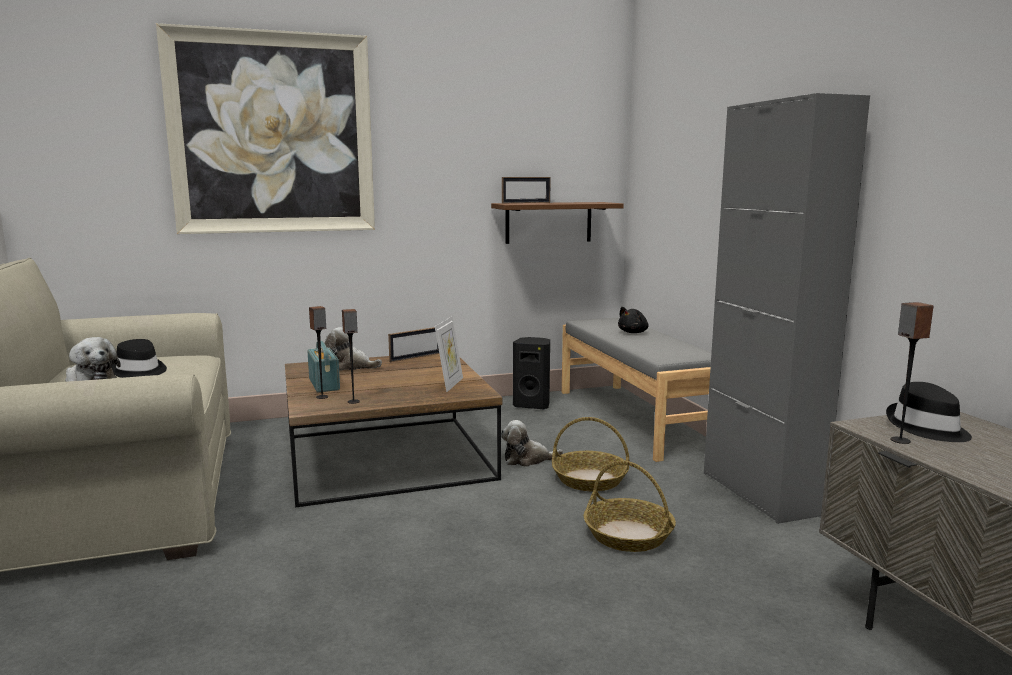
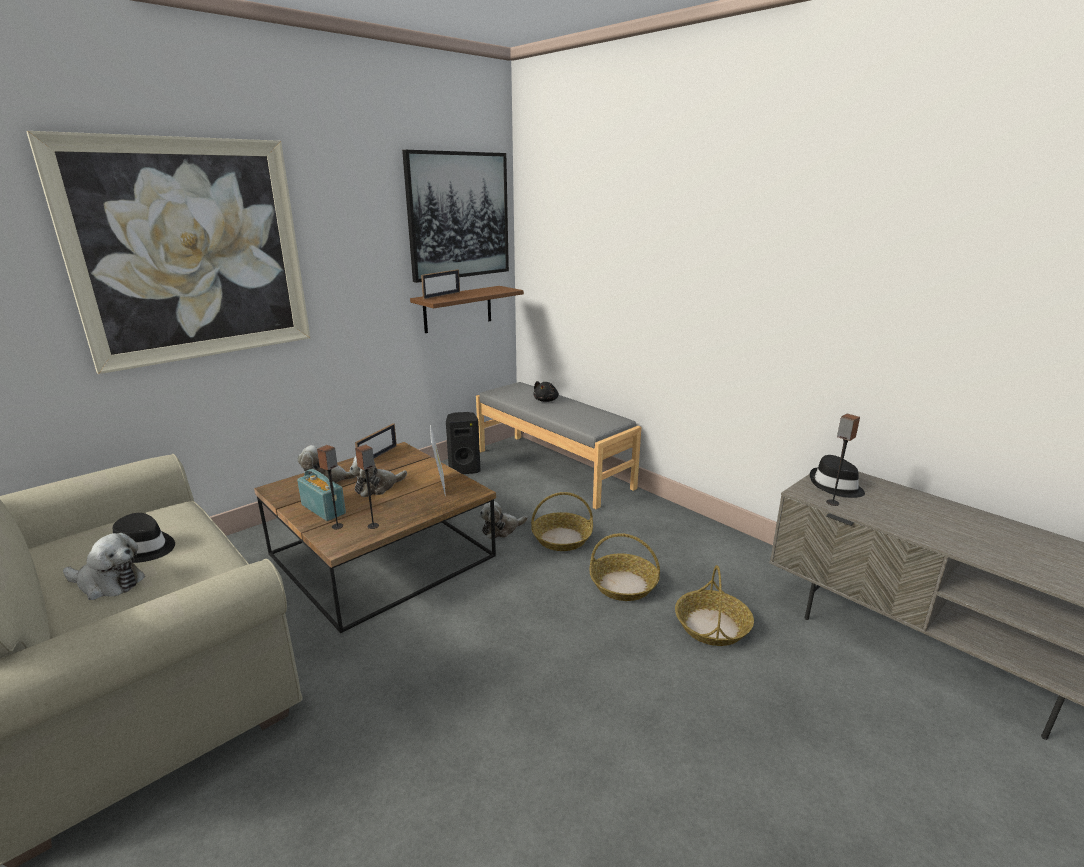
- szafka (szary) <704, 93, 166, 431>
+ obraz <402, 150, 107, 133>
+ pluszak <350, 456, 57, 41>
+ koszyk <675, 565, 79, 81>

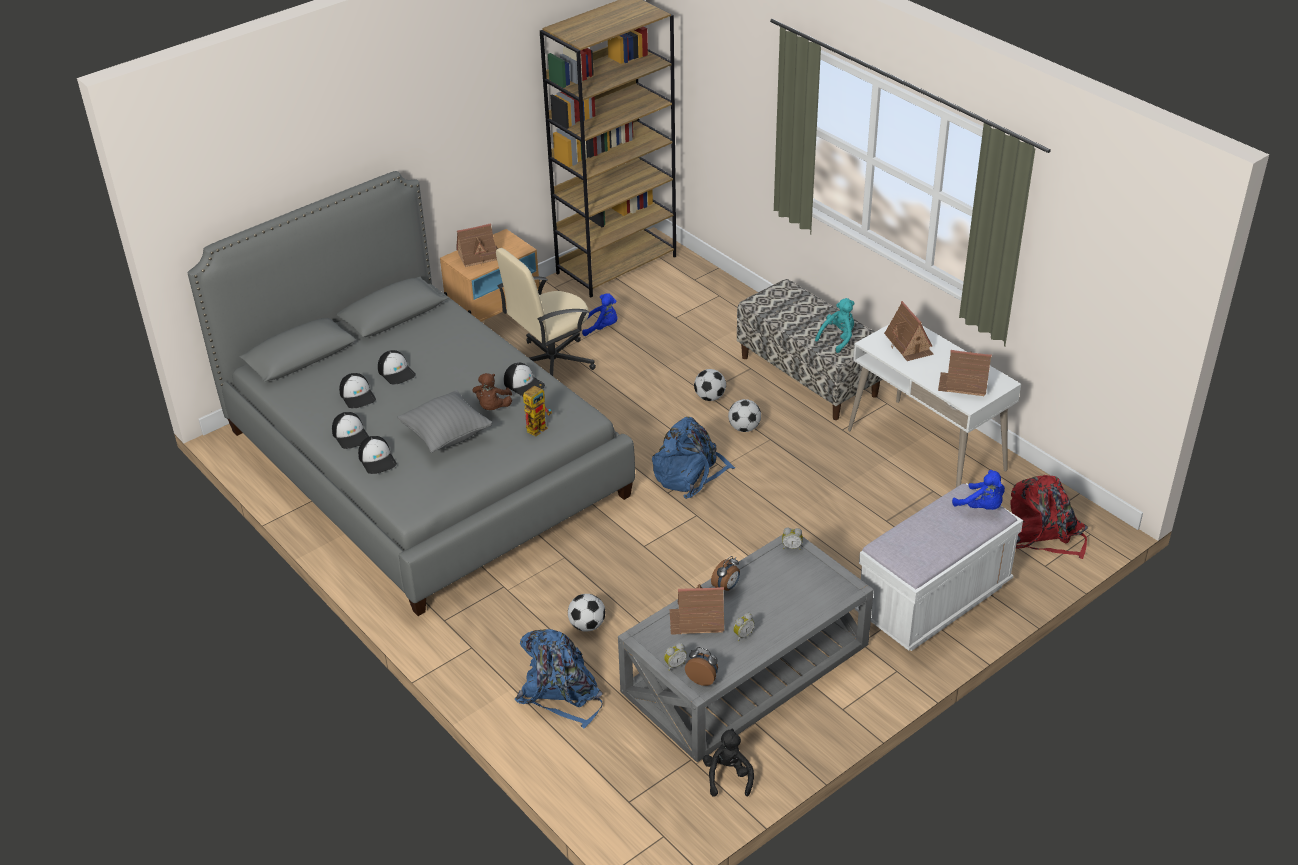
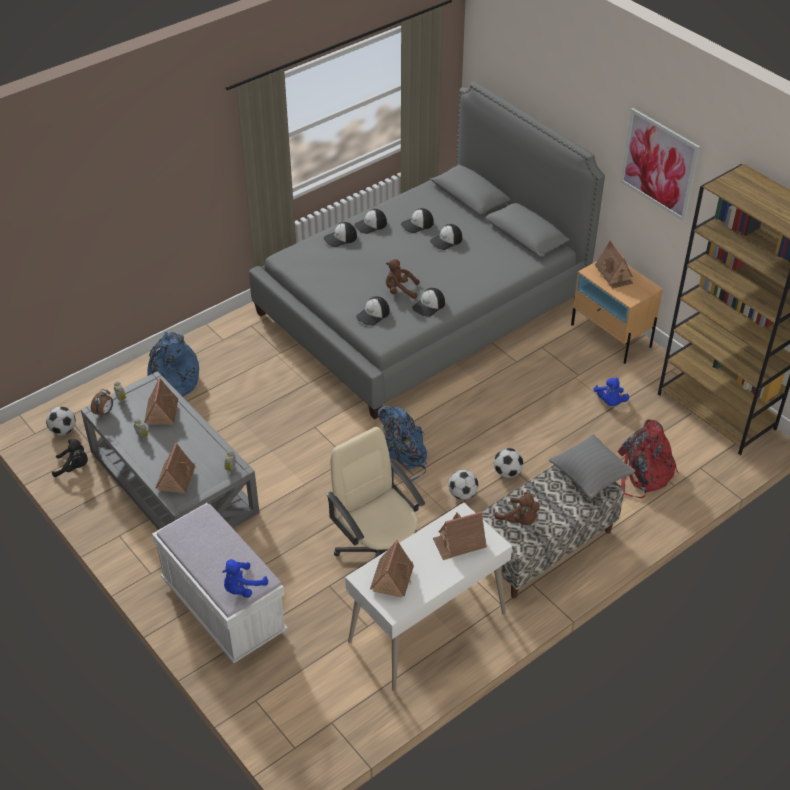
~ krzesło biurowe (beżowy) <496, 248, 100, 128> to <326, 427, 99, 132>
~ pluszak (turkusowy) <815, 298, 40, 55> to pluszak (brązowy) <495, 492, 45, 33>
~ robot zabawkowy <523, 384, 29, 53> to czapka z daszkiem <356, 296, 34, 30>
~ poduszka (szary) <397, 390, 96, 63> to <549, 434, 87, 65>
~ plecak (czerwony) <1010, 475, 78, 84> to <618, 419, 61, 79>
- budzik <711, 556, 29, 35>
~ piłka futbolowa <568, 594, 37, 37> to <46, 407, 30, 28>
+ obraz <620, 108, 80, 114>
+ domek <155, 443, 40, 50>

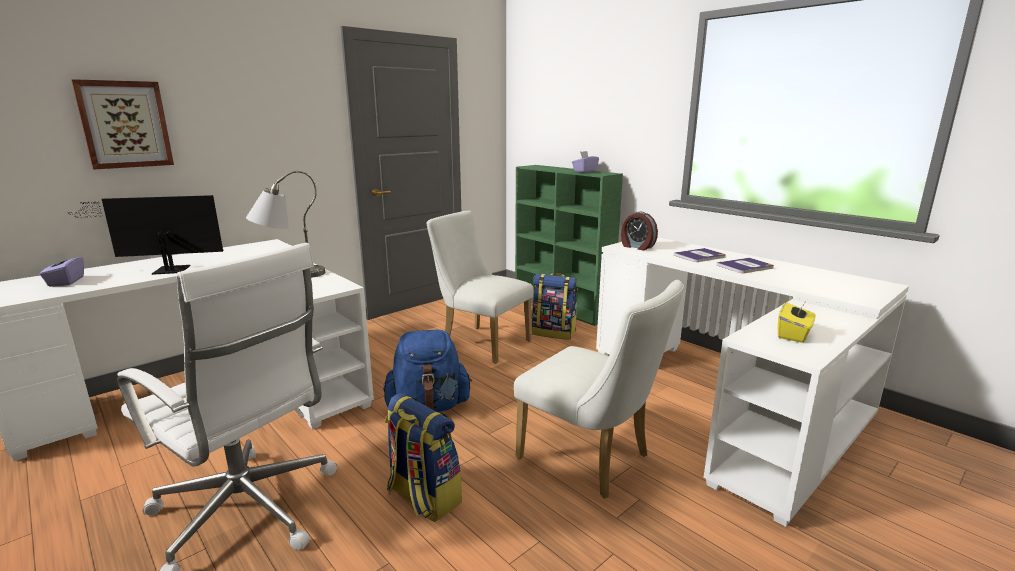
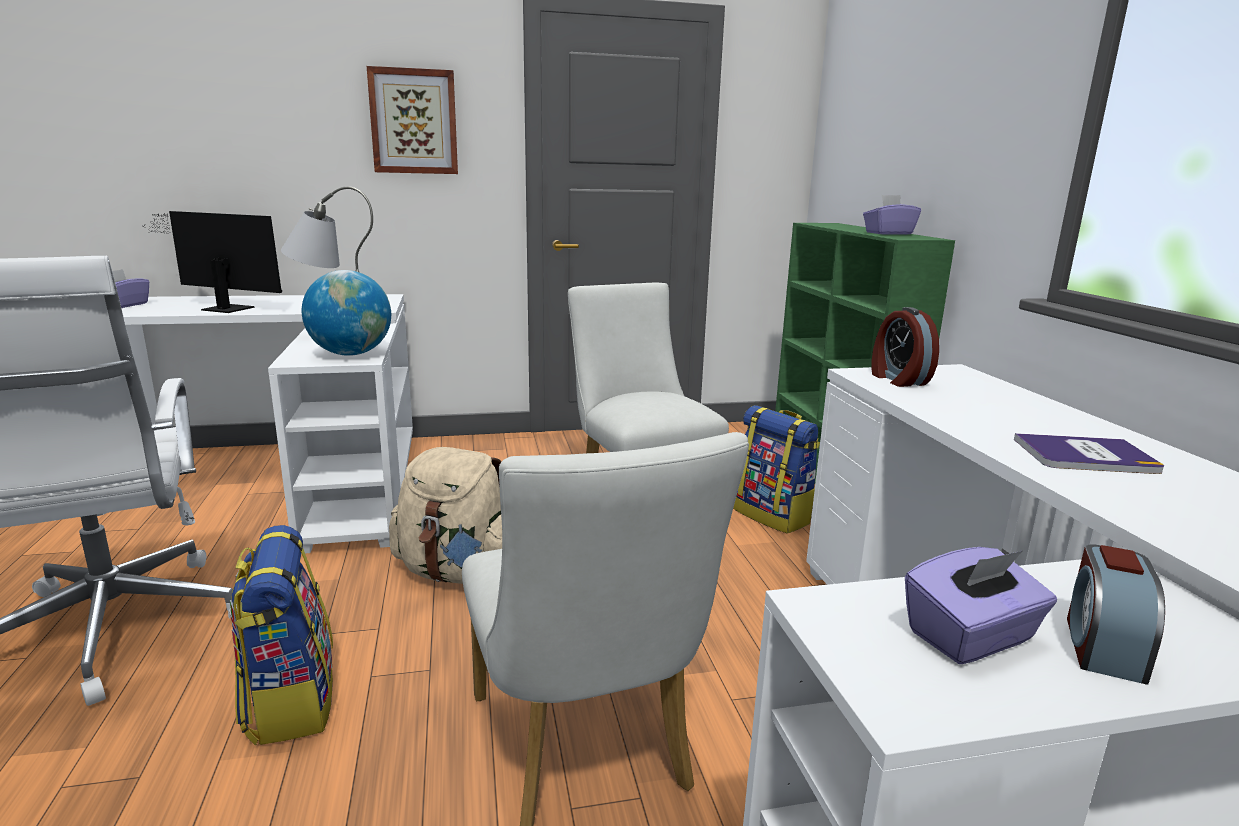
~ obraz <71, 79, 103, 91> to <367, 66, 91, 108>
- książka <674, 248, 52, 14>
~ pudełko chusteczek (żółty) <778, 300, 38, 43> to pudełko chusteczek (fioletowy) <905, 547, 152, 117>
~ plecak (niebieski) <383, 330, 89, 82> to plecak (beżowy) <389, 447, 113, 137>
+ globus <302, 270, 89, 86>
+ budzik <1067, 544, 98, 141>

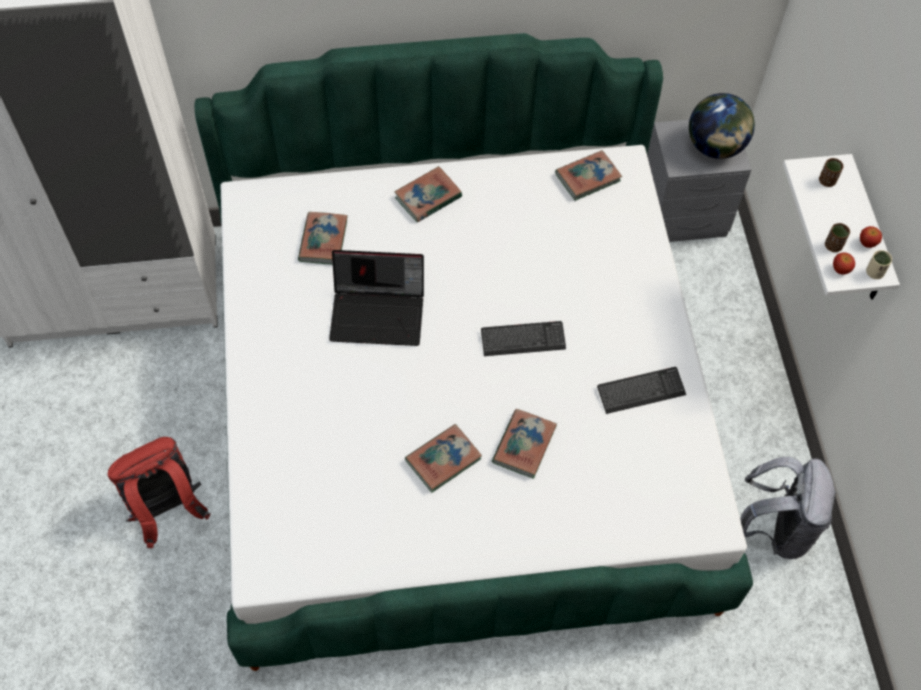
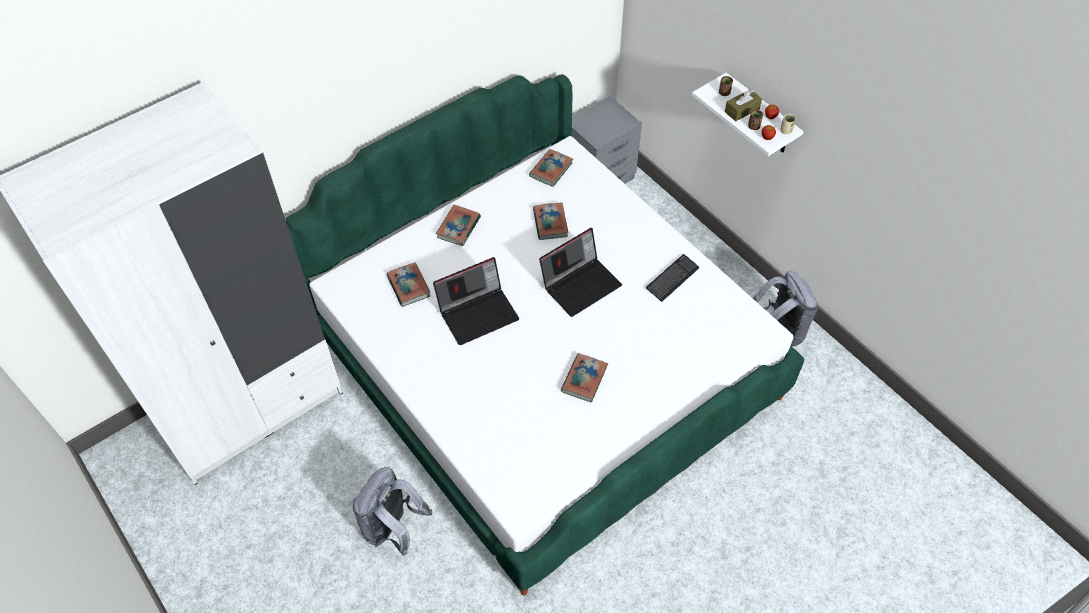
- globus <689, 93, 66, 66>
~ klawiatura <481, 321, 85, 35> to laptop <539, 228, 83, 89>
~ książka <492, 409, 65, 70> to <533, 203, 35, 37>
~ plecak (czerwony) <108, 437, 103, 111> to plecak (szary) <353, 467, 79, 89>
+ pudełko chusteczek (brązowy) <725, 89, 37, 32>

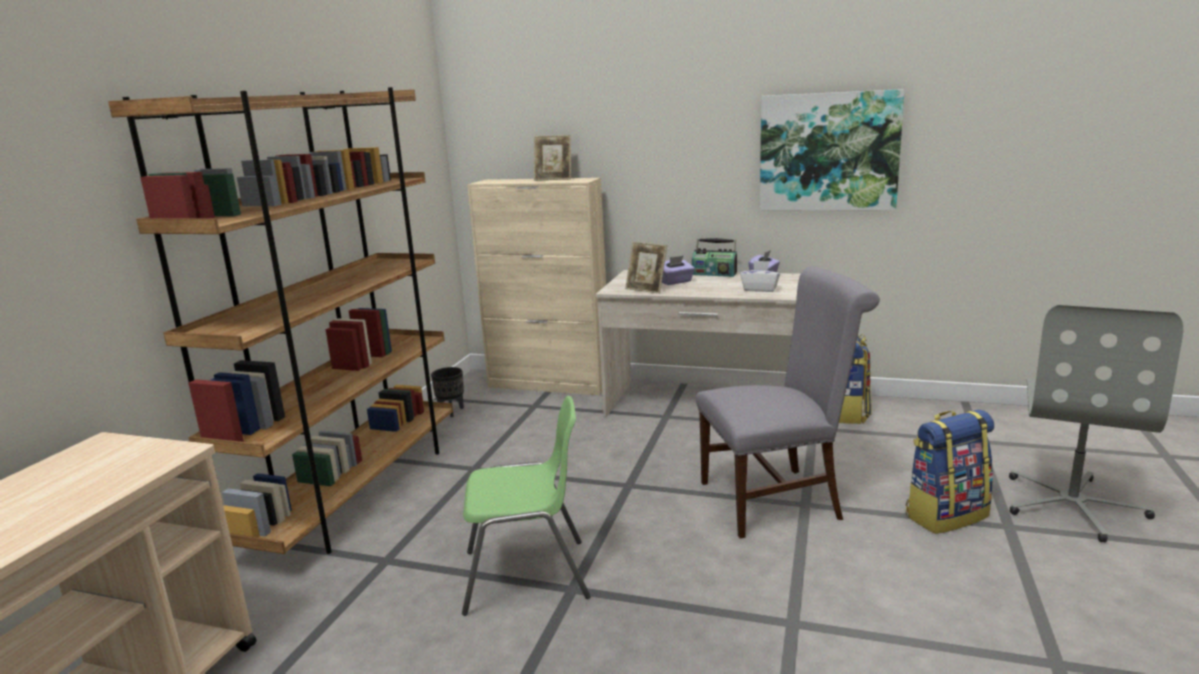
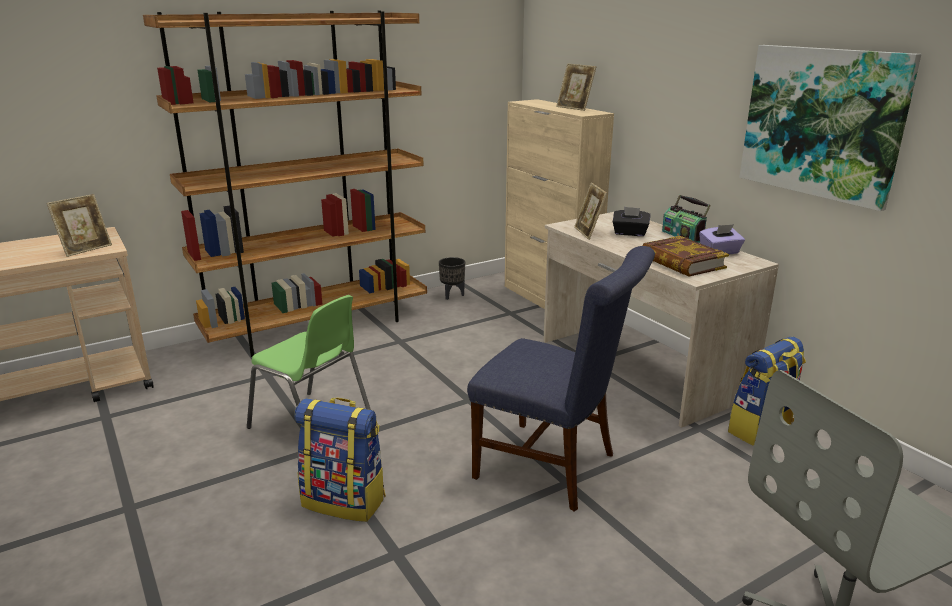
~ pudełko chusteczek (fioletowy) <662, 256, 33, 29> to pudełko chusteczek (czarny) <613, 207, 37, 29>
~ pudełko chusteczek (biały) <740, 261, 40, 31> to książka <643, 236, 86, 40>
~ krzesło (szary) <696, 266, 184, 272> to krzesło (niebieski) <467, 246, 188, 266>
~ plecak <906, 410, 88, 124> to <294, 398, 92, 124>
+ ramka na zdjęcie <47, 194, 65, 63>

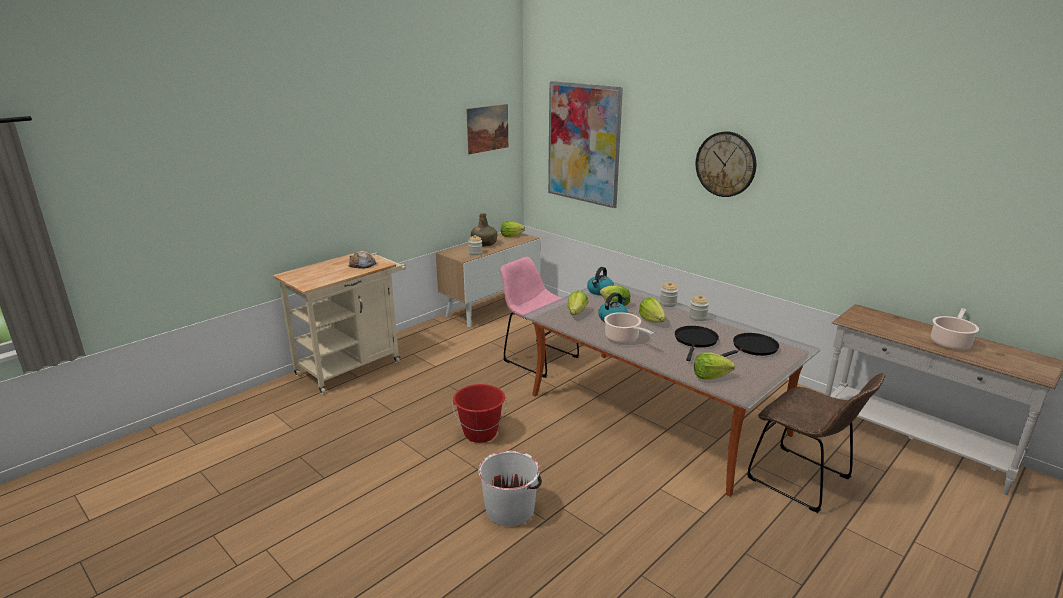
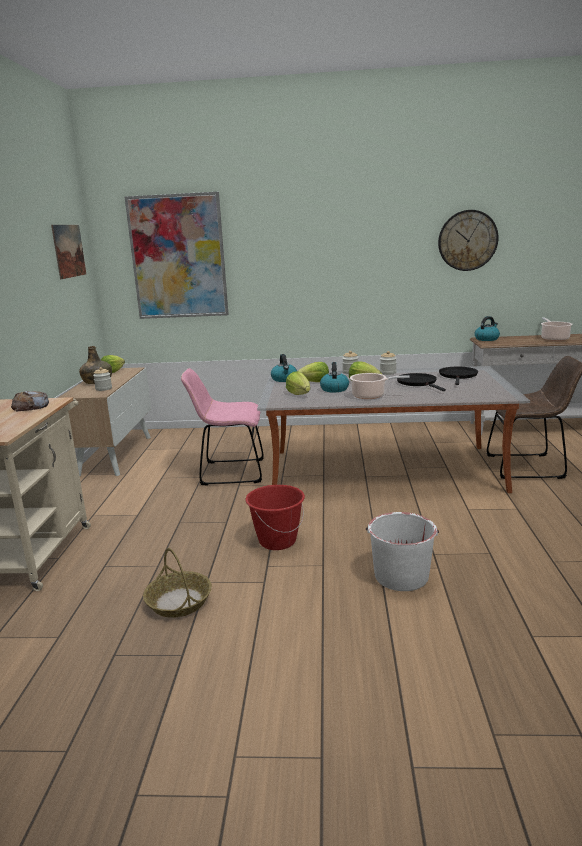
~ zegar ścienny <696, 131, 60, 66> to <438, 210, 61, 61>
- sałata <694, 352, 41, 27>
+ czajnik <475, 316, 25, 25>
+ koszyk <143, 548, 69, 70>

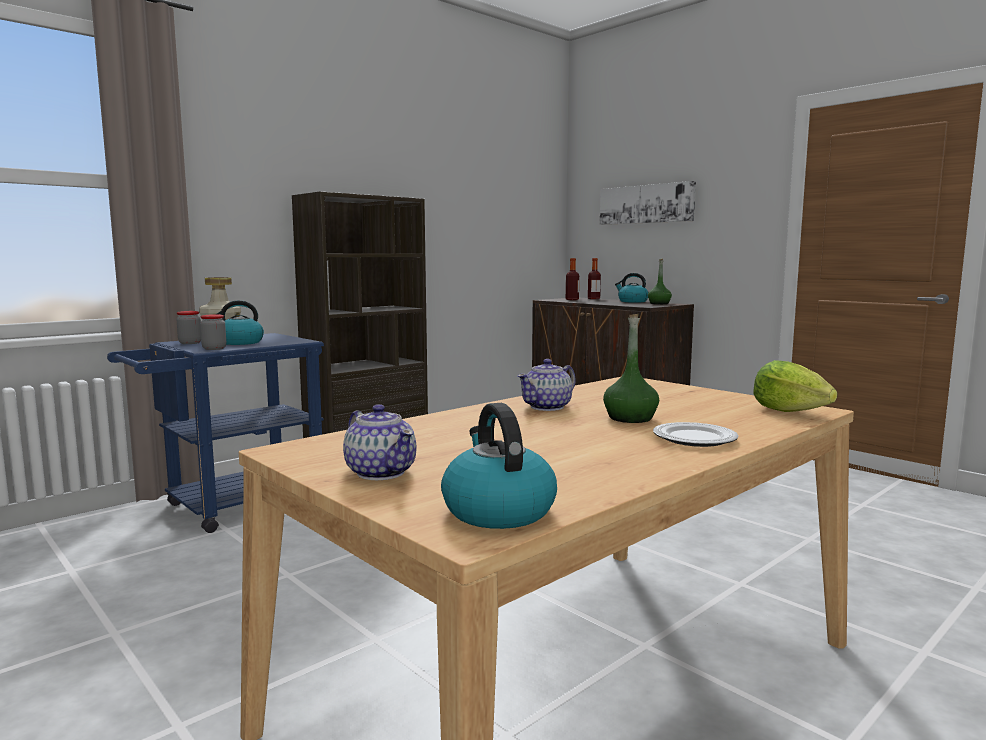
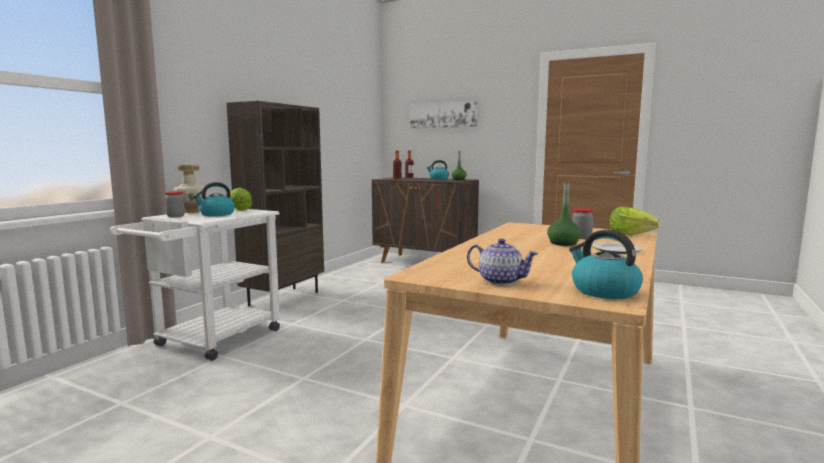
~ słoik <200, 314, 26, 36> to <572, 208, 22, 31>
~ wózek (niebieski) <107, 333, 217, 200> to wózek (biały) <110, 208, 170, 153>
- imbryk <517, 359, 59, 52>
+ sałata <230, 188, 22, 23>

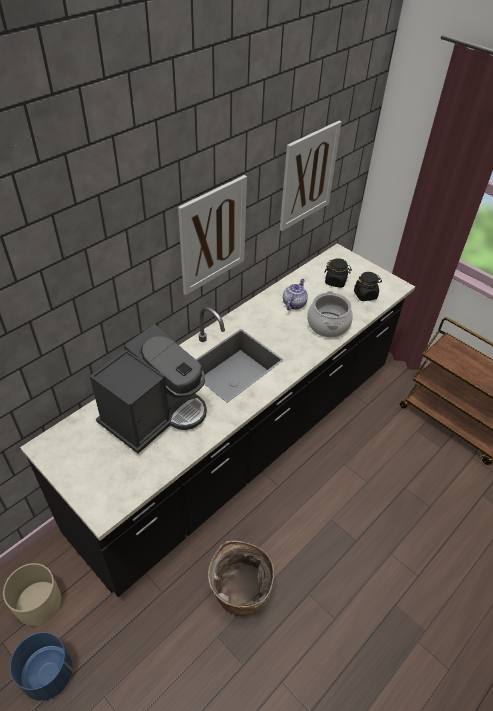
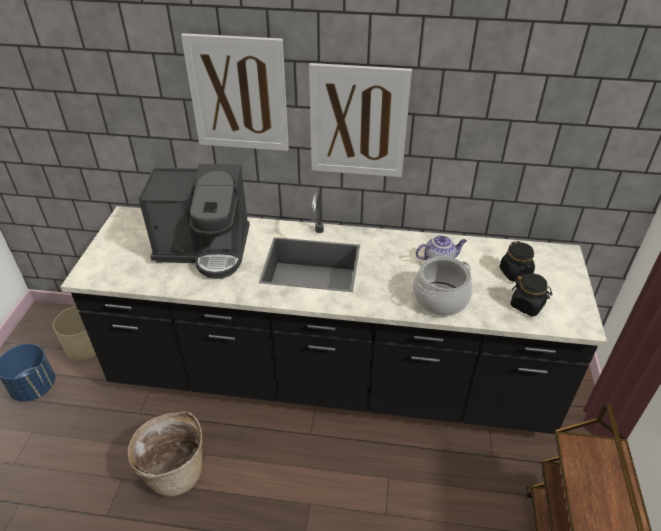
~ obraz <280, 121, 61, 110> to <181, 33, 108, 118>

